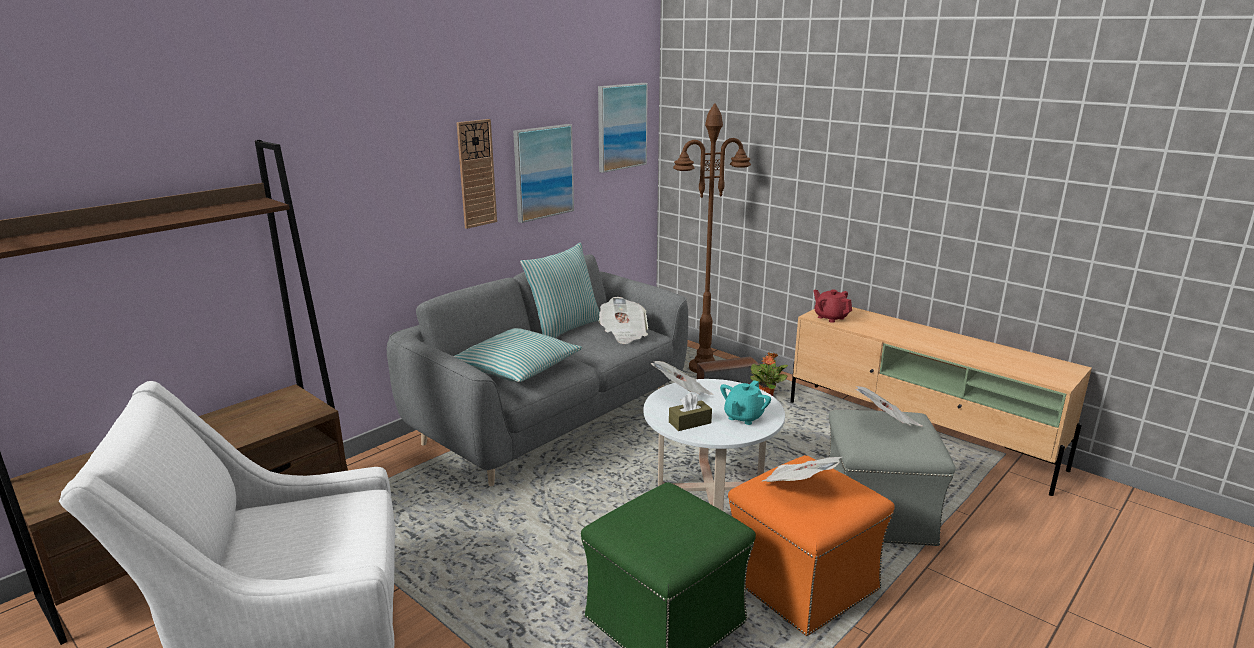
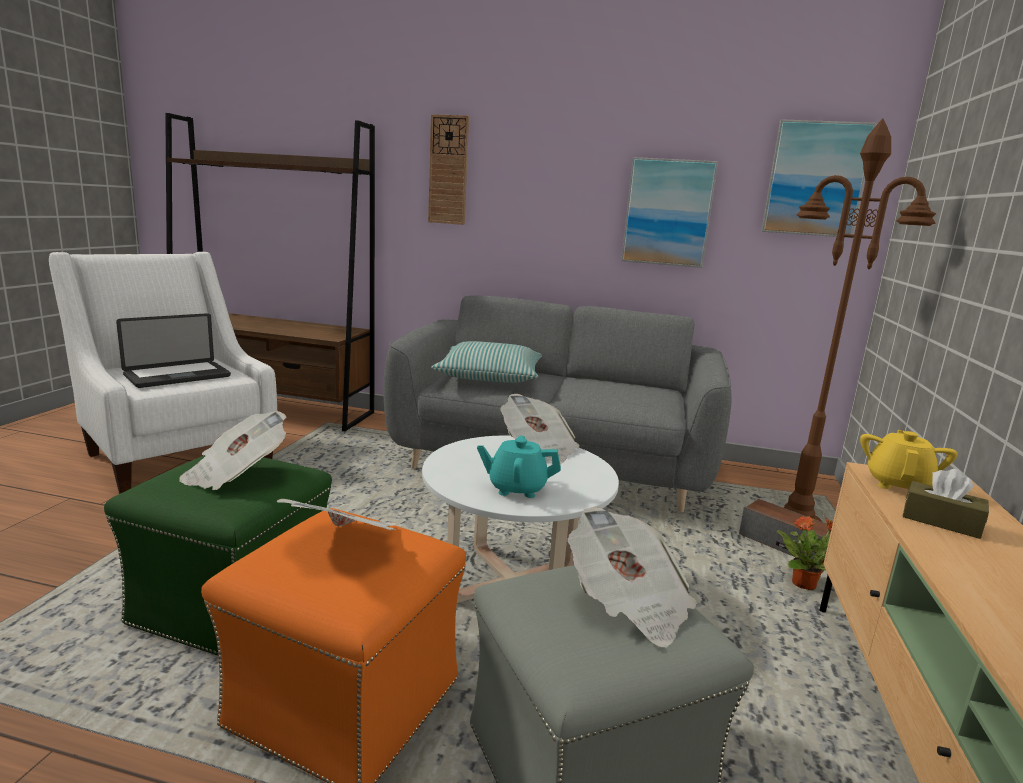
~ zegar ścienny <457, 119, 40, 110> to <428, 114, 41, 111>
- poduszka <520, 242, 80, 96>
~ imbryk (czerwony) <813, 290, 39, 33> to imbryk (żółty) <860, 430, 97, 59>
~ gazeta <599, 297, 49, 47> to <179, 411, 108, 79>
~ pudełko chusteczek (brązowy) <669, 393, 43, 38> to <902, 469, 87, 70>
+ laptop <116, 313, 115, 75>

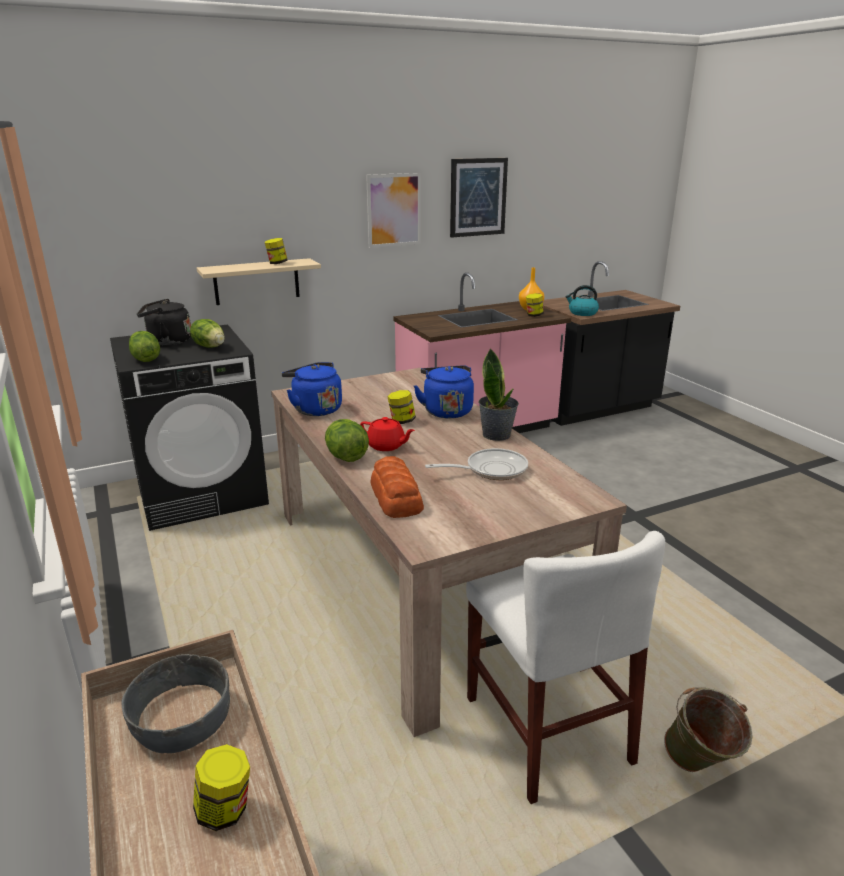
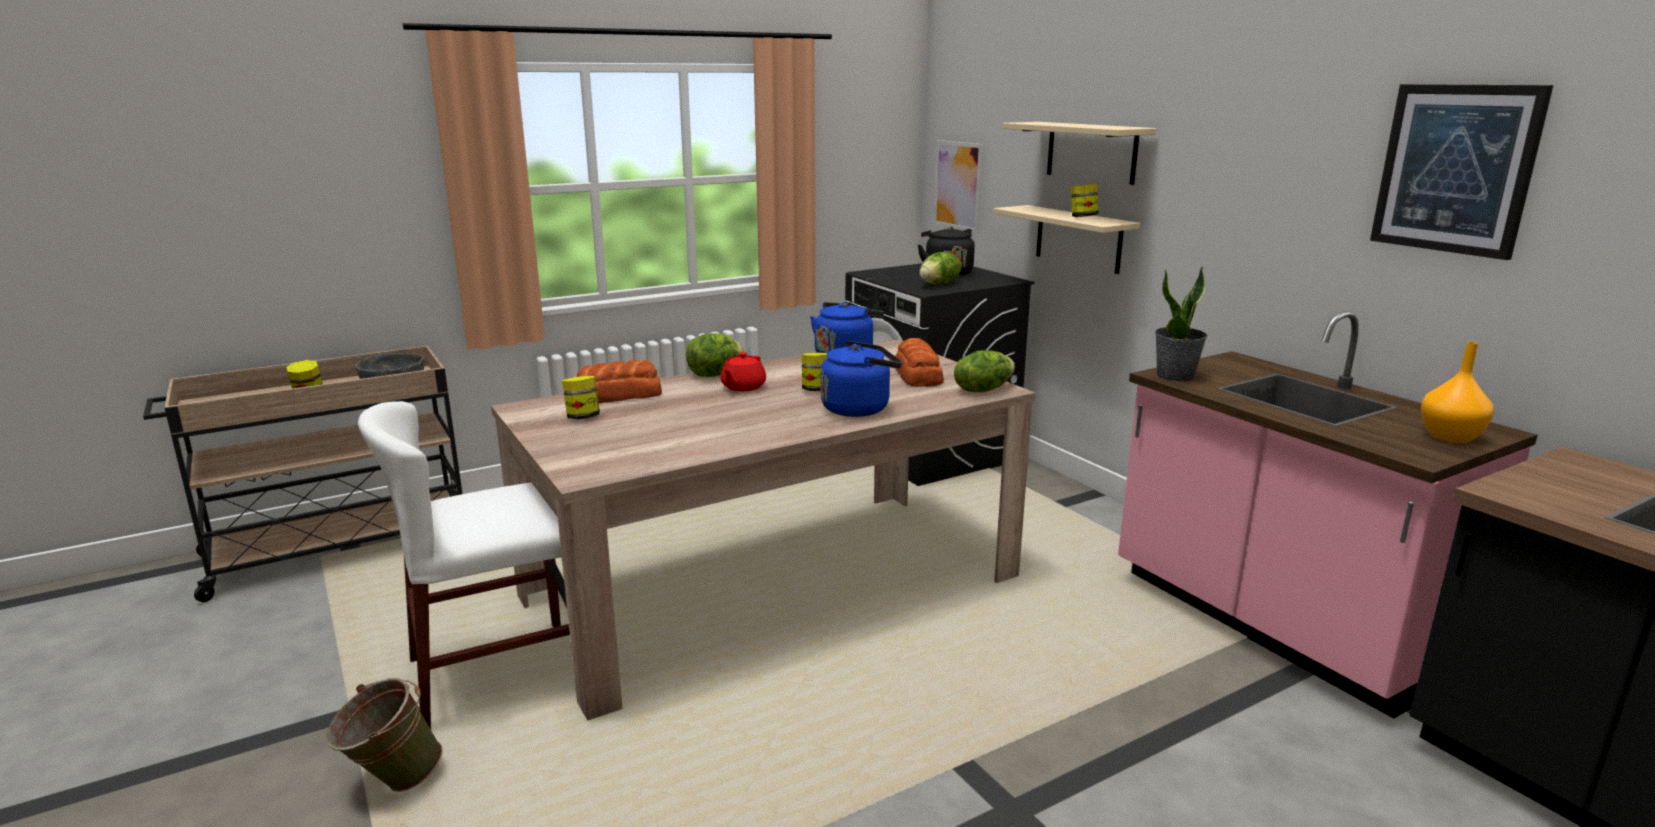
~ obraz <366, 173, 55, 75> to <934, 140, 49, 93>
- czajnik <565, 285, 34, 31>
~ słoik <526, 293, 18, 24> to <562, 376, 38, 43>
~ sałata <129, 331, 31, 31> to <954, 350, 61, 42>
~ roślina doniczkowa <479, 348, 40, 93> to <1155, 266, 53, 116>
- patelnia <425, 448, 103, 32>
+ półka (beżowy) <1003, 122, 154, 63>
+ chleb <895, 338, 49, 49>

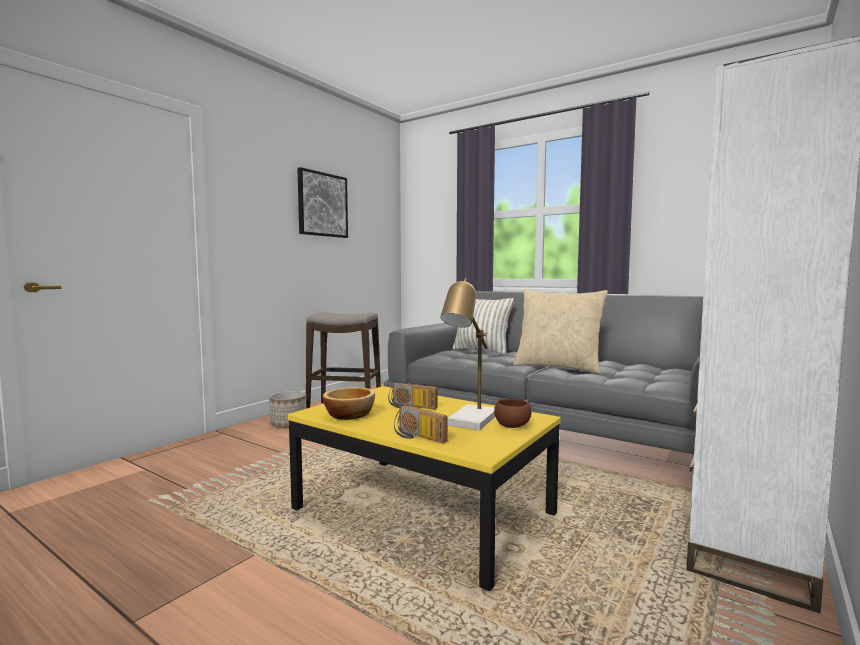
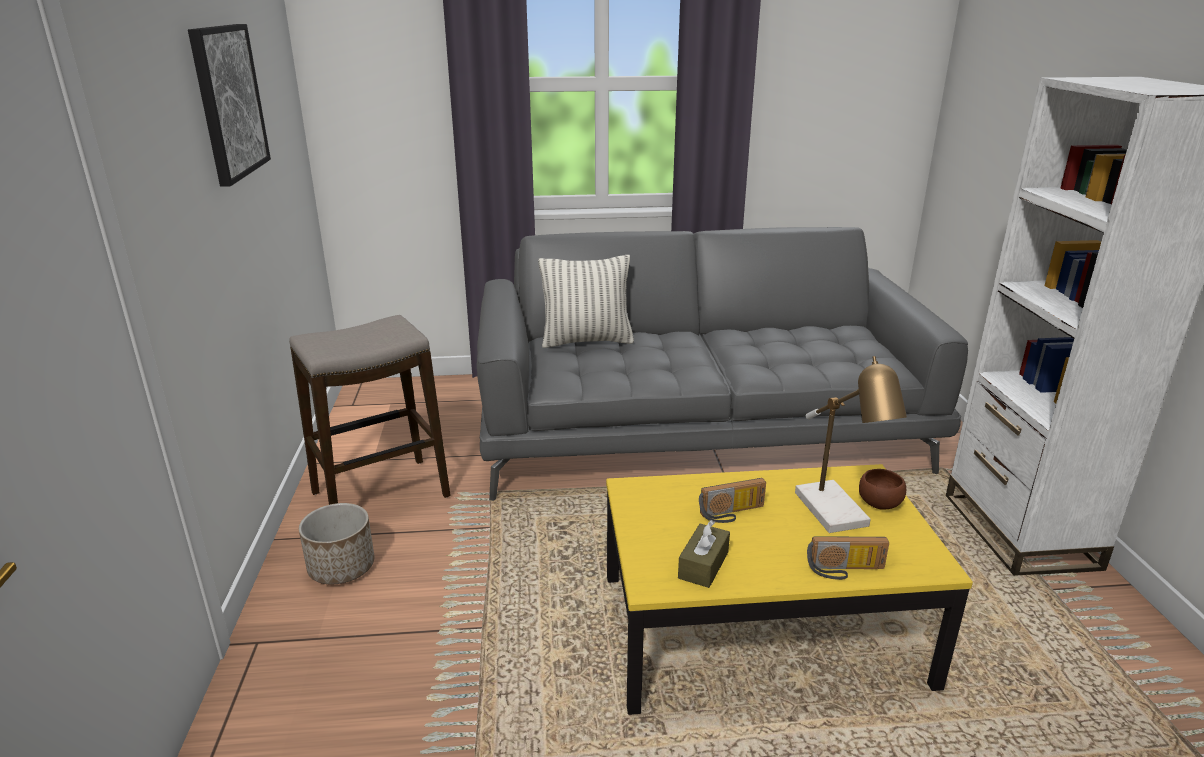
- poduszka (beżowy) <513, 289, 95, 85>
~ miska <323, 387, 52, 33> to pudełko chusteczek (brązowy) <678, 520, 52, 68>

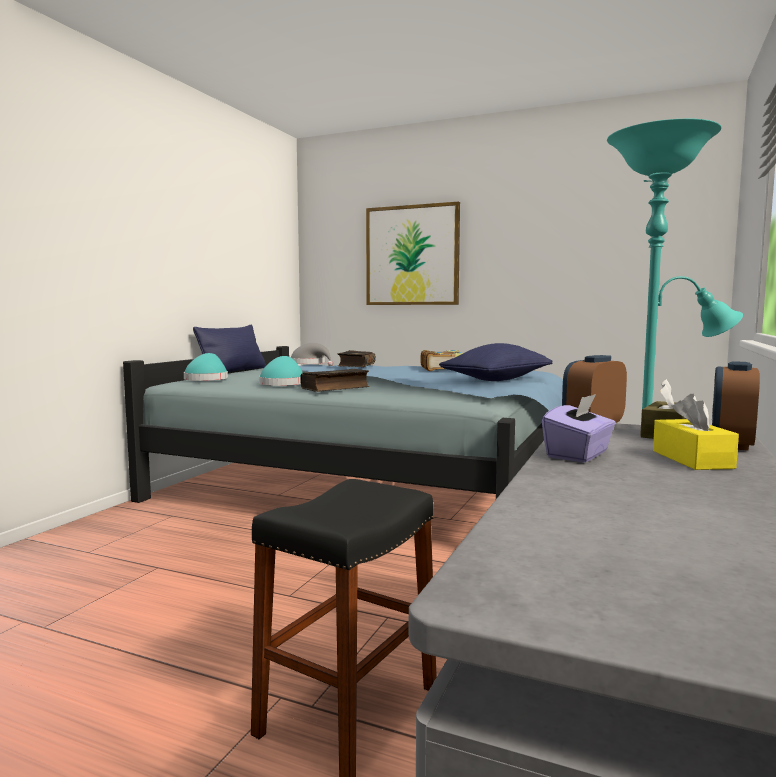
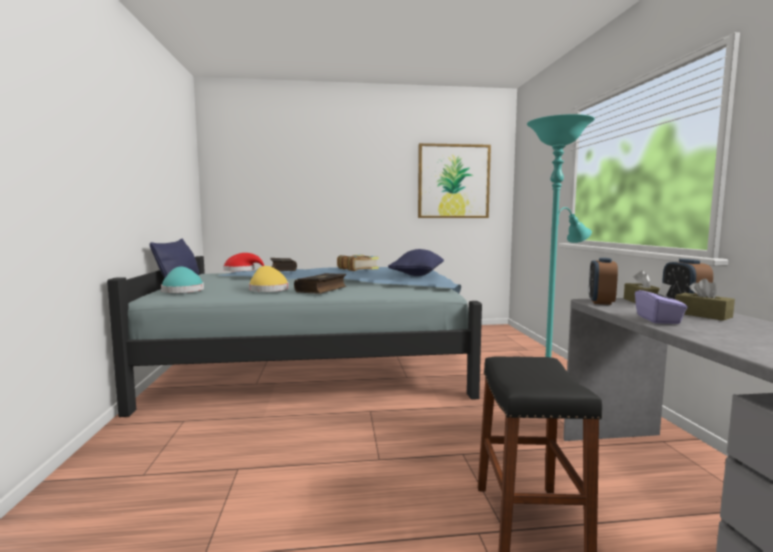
~ obraz <366, 201, 94, 104> to <418, 143, 73, 75>
~ kapelusz (szary) <291, 343, 42, 23> to kapelusz (czerwony) <223, 253, 41, 18>
~ kapelusz (turkusowy) <259, 356, 44, 30> to kapelusz (żółty) <249, 266, 40, 26>
~ pudełko chusteczek (żółty) <653, 394, 86, 76> to pudełko chusteczek (brązowy) <675, 279, 60, 42>

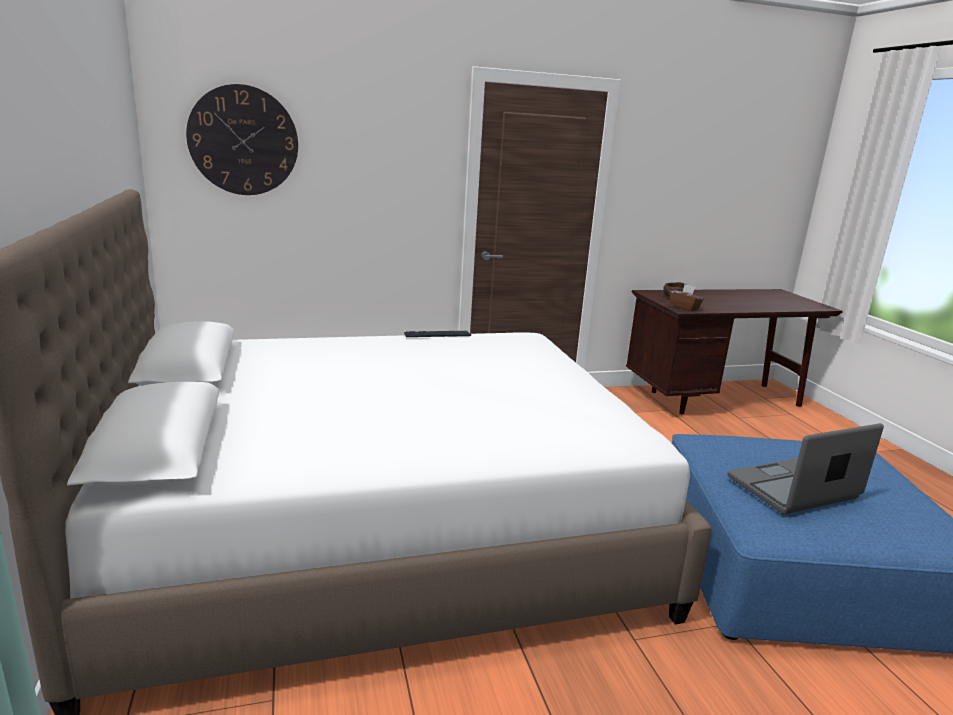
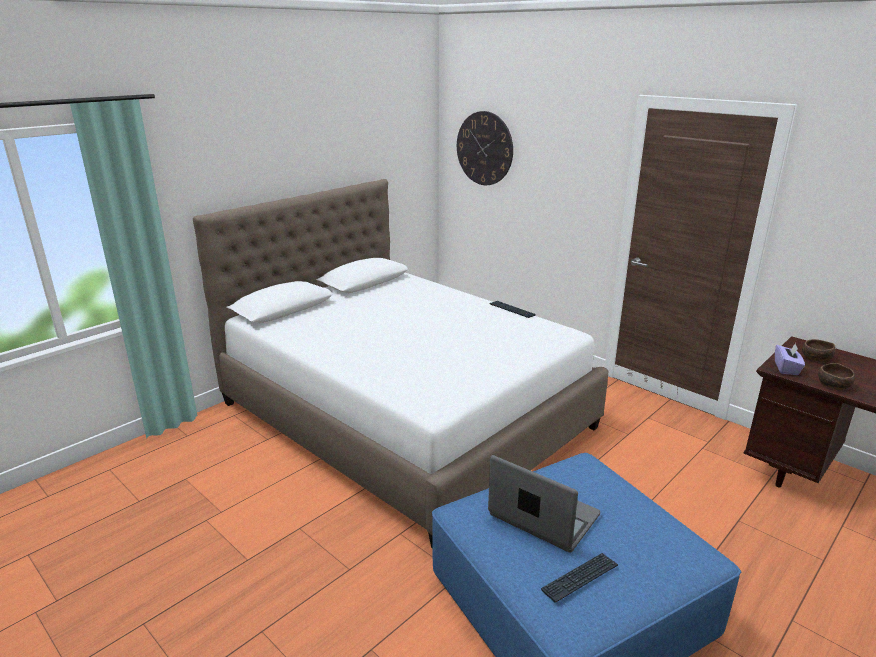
~ pudełko chusteczek (brązowy) <670, 284, 34, 27> to pudełko chusteczek (fioletowy) <775, 343, 30, 32>
+ miska (brązowy) <818, 363, 37, 27>
+ klawiatura <541, 553, 77, 50>

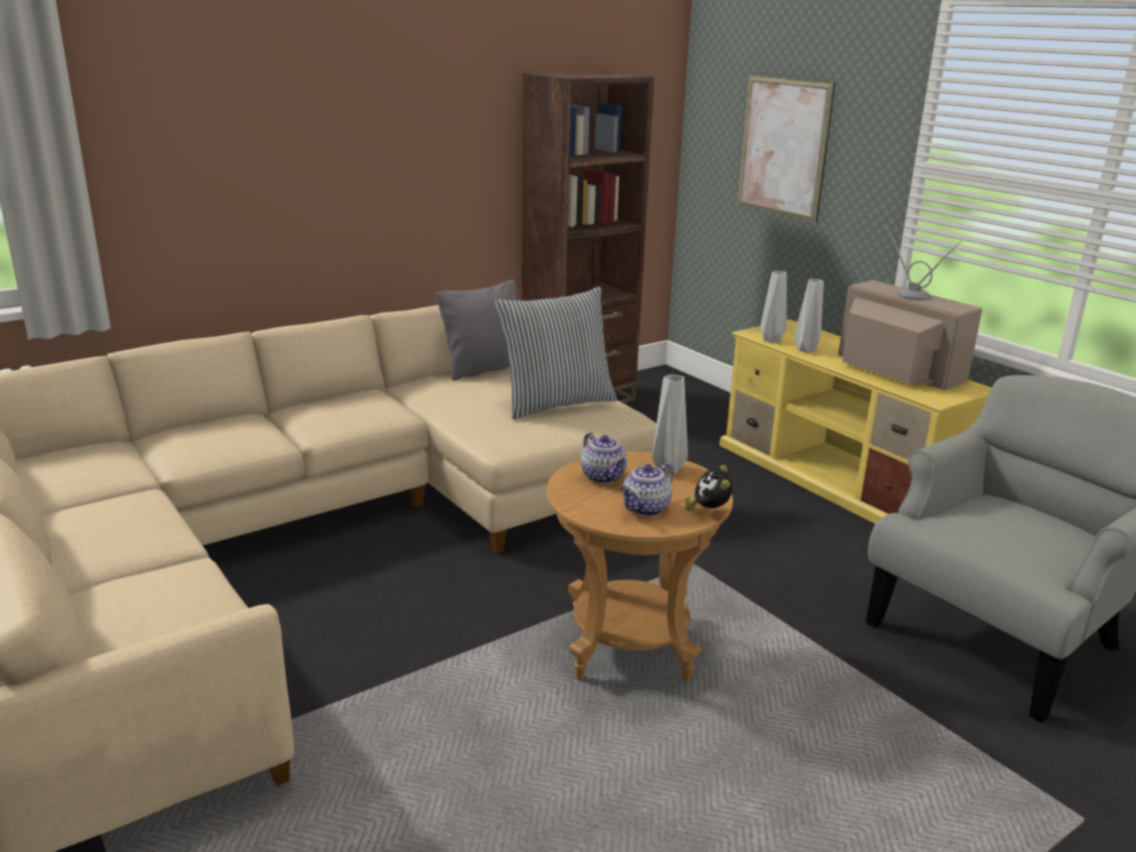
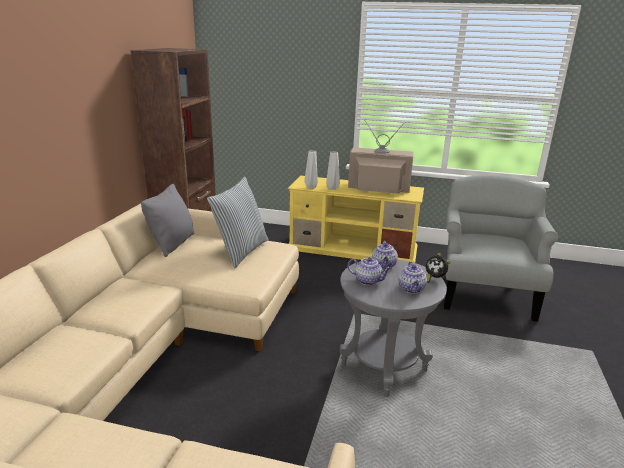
- obraz <737, 75, 98, 147>
~ wazon (szary) <652, 374, 36, 100> to imbryk <372, 241, 26, 28>
~ stolik (brązowy) <546, 452, 187, 230> to stolik (szary) <340, 259, 107, 138>

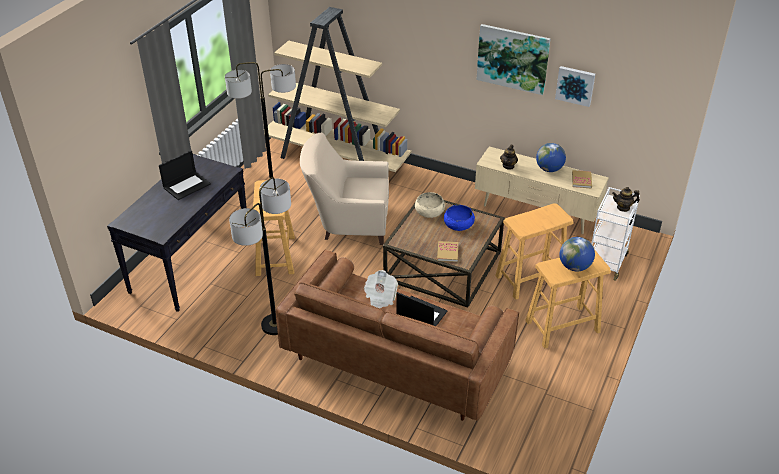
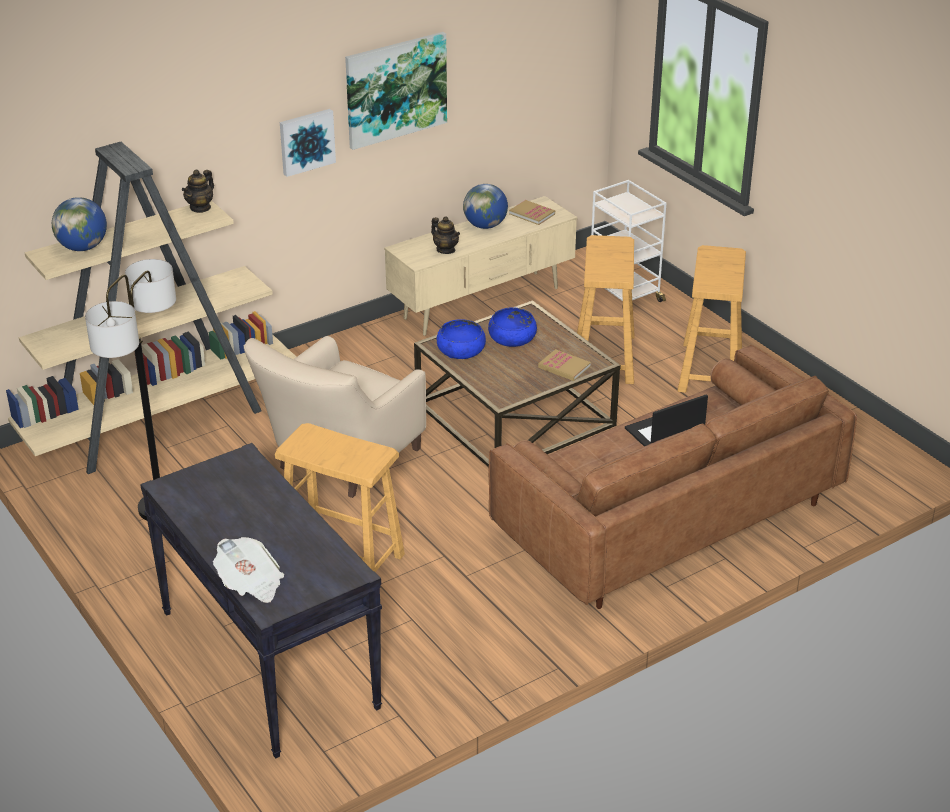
~ obraz <555, 66, 40, 41> to <280, 109, 56, 68>
- laptop <159, 150, 52, 50>
- lampa stojąca <229, 177, 62, 158>
~ imbryk <612, 187, 28, 25> to <182, 169, 32, 44>
~ miska (beżowy) <415, 192, 30, 26> to miska (niebieski) <437, 319, 49, 40>
~ globus <560, 237, 35, 35> to <52, 197, 55, 54>
~ gazeta <364, 270, 34, 38> to <213, 537, 71, 66>

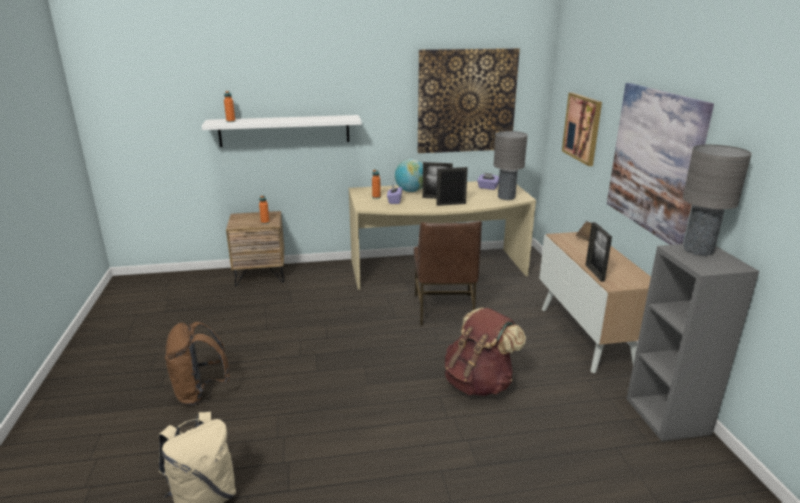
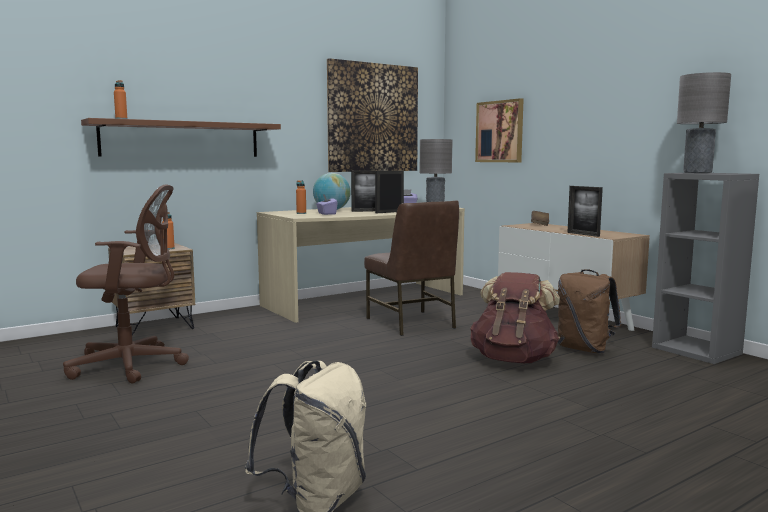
- obraz <607, 83, 107, 162>
~ półka (biały) <202, 115, 159, 32> to półka (brązowy) <81, 118, 200, 39>
~ plecak (brązowy) <165, 322, 65, 83> to <558, 269, 63, 85>
+ krzesło biurowe (brązowy) <63, 185, 126, 199>

